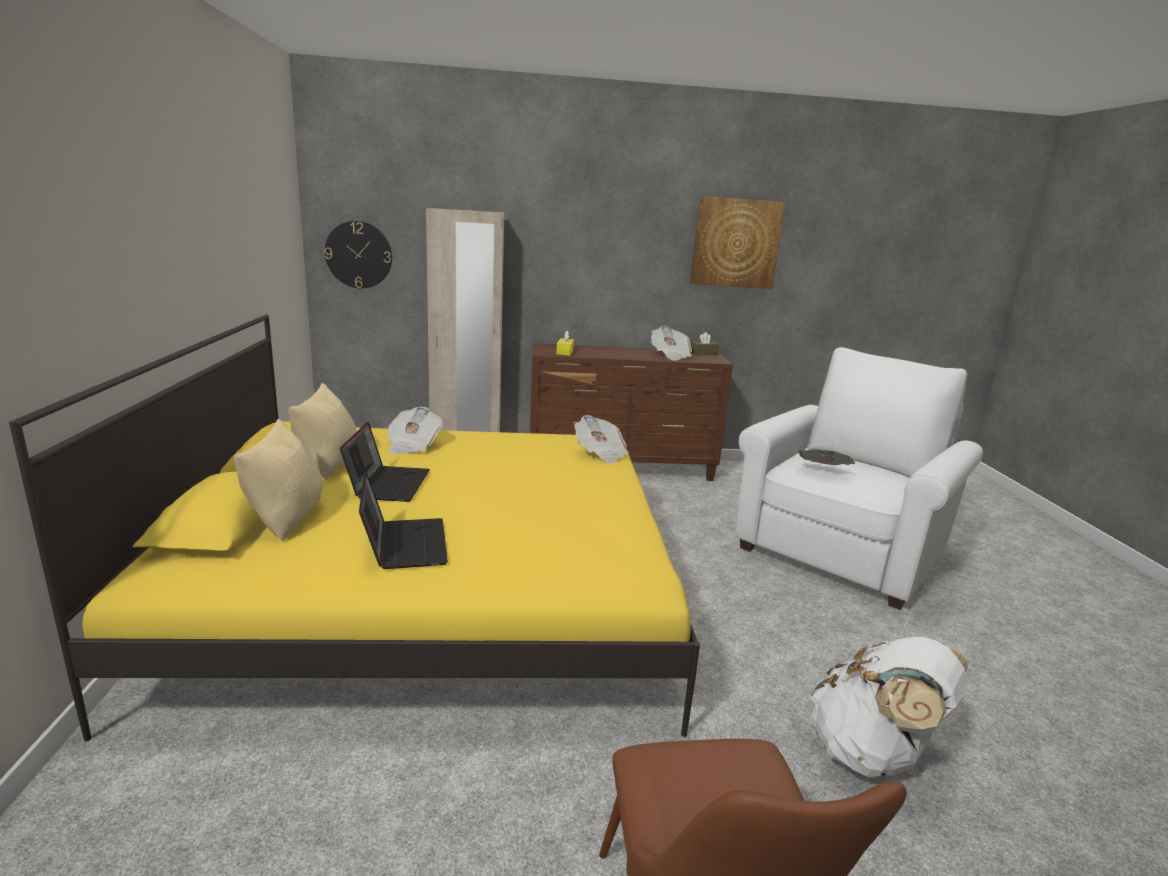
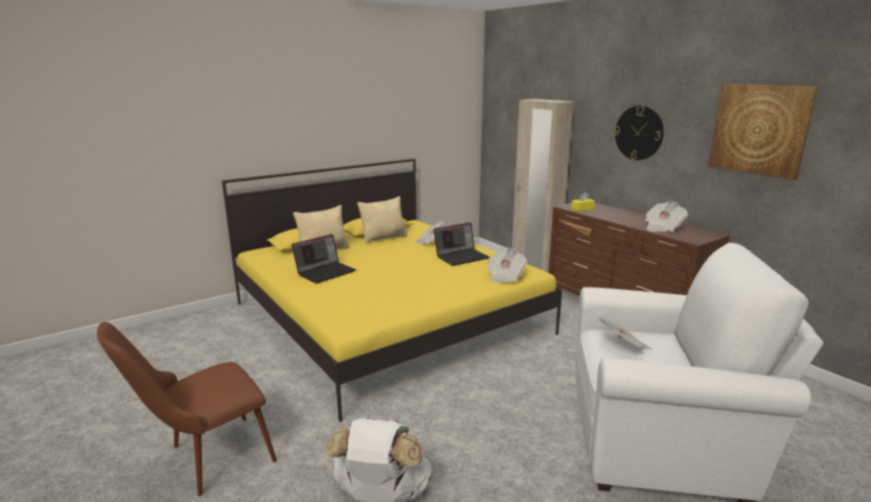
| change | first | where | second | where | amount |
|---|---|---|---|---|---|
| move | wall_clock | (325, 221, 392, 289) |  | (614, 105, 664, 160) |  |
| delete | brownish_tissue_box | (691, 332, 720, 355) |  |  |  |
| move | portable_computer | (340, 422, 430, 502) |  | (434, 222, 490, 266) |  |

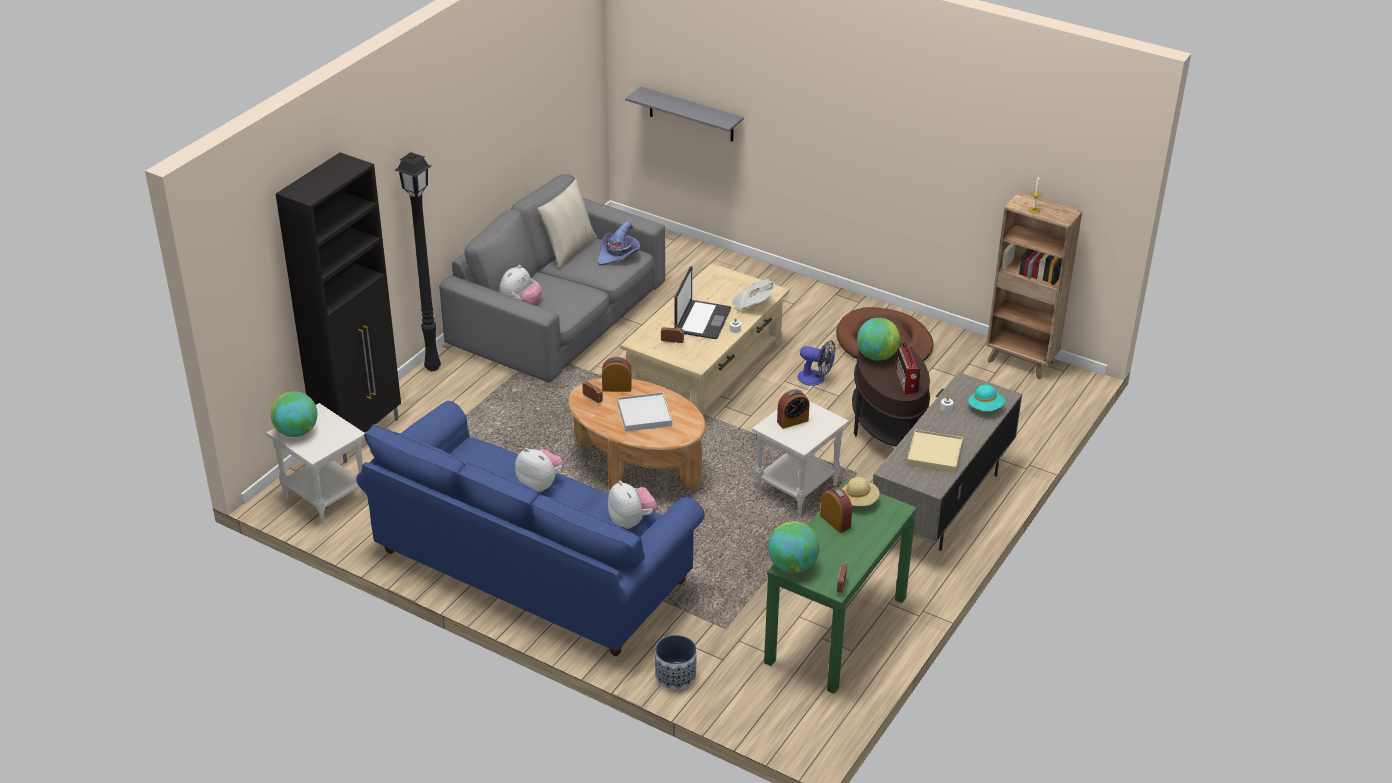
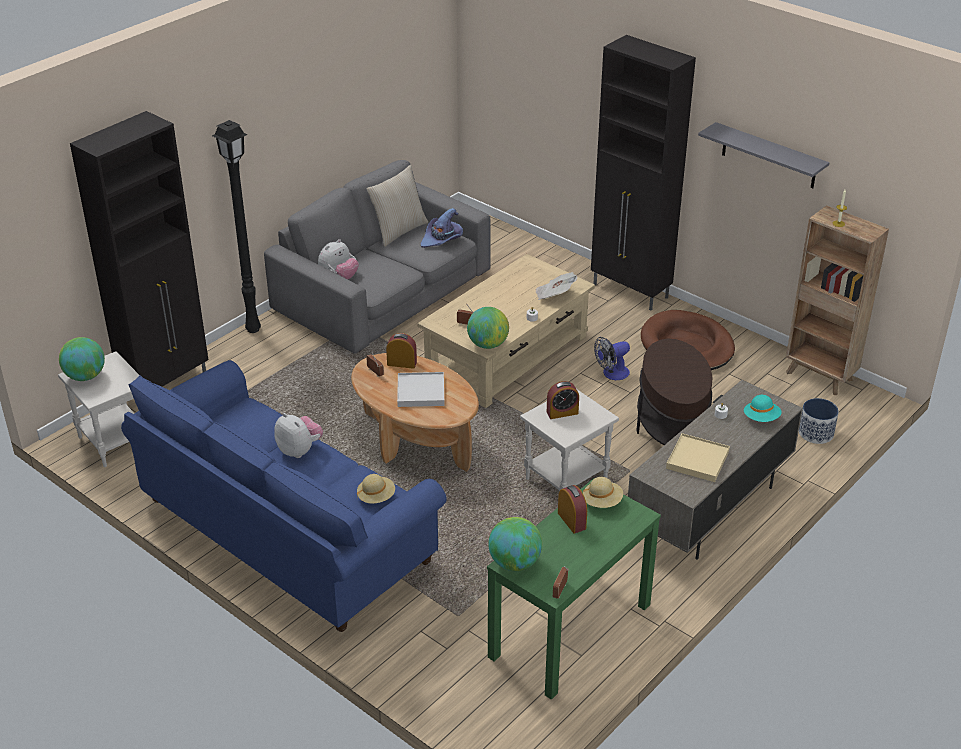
| change | first | where | second | where | amount |
|---|---|---|---|---|---|
| move | gray_bracket_shelf | (625, 87, 744, 142) |  | (698, 122, 830, 188) |  |
| delete | portable_computer | (674, 266, 731, 339) |  |  |  |
| move | world_globe | (857, 318, 900, 361) |  | (467, 307, 509, 349) |  |
| rotate | cooling_fan | (798, 340, 835, 386) |  | (594, 337, 630, 380) | 120 degrees clockwise |
| delete | radio_receiver | (896, 342, 921, 394) |  |  |  |
| replace | plush_toy | (608, 481, 657, 529) | beige-coloured_clothing_hat | (357, 474, 395, 504) |  |
| move | flower_pot | (655, 635, 696, 690) |  | (799, 398, 839, 444) |  |
| insert |  |  | black-coloured_cupboard | (591, 35, 696, 310) |  |

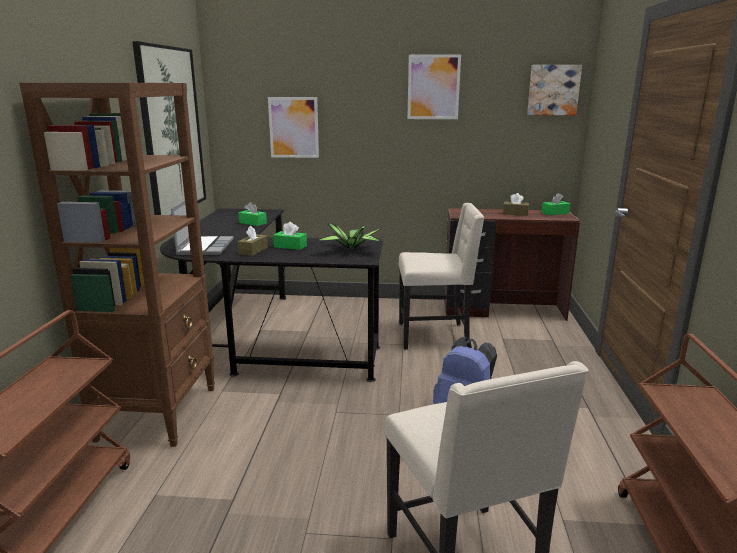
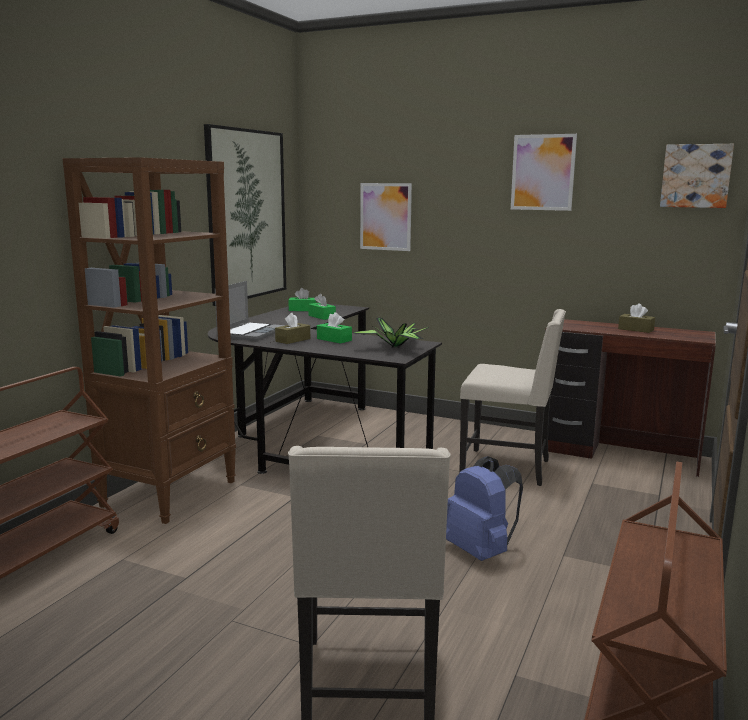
| change | first | where | second | where | amount |
|---|---|---|---|---|---|
| move | greenish_tissue_box | (541, 193, 570, 215) |  | (288, 288, 316, 311) |  |

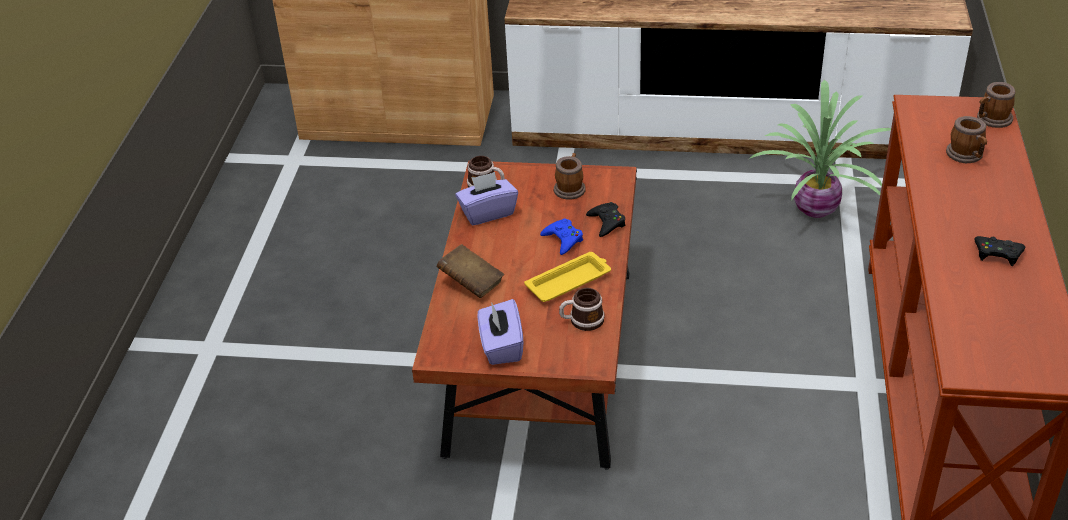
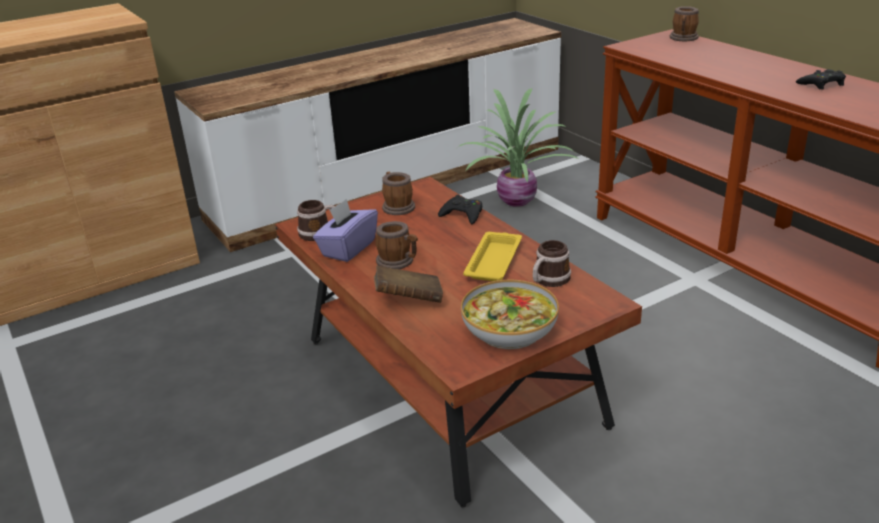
| change | first | where | second | where | amount |
|---|---|---|---|---|---|
| move | coffee_mug | (946, 116, 987, 163) |  | (375, 221, 418, 269) |  |
| delete | blue_gamepad | (540, 218, 583, 255) |  |  |  |
| replace | purple_tissue_box | (477, 299, 523, 365) | deep_dish | (461, 280, 559, 349) |  |

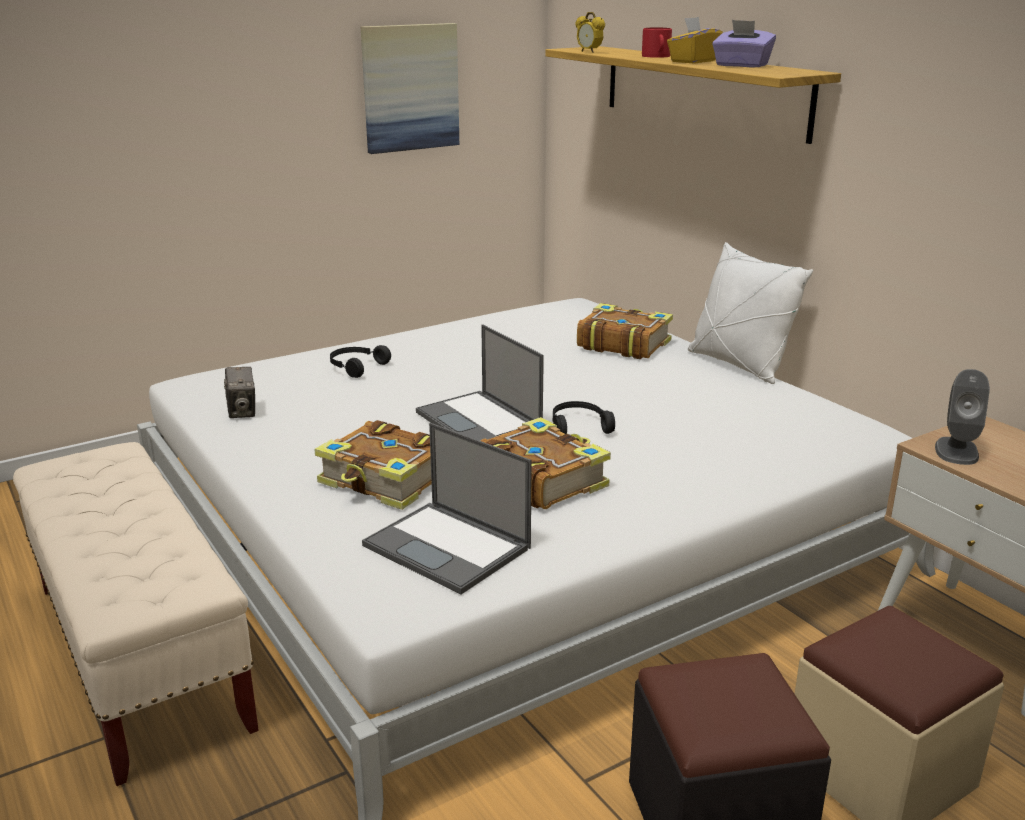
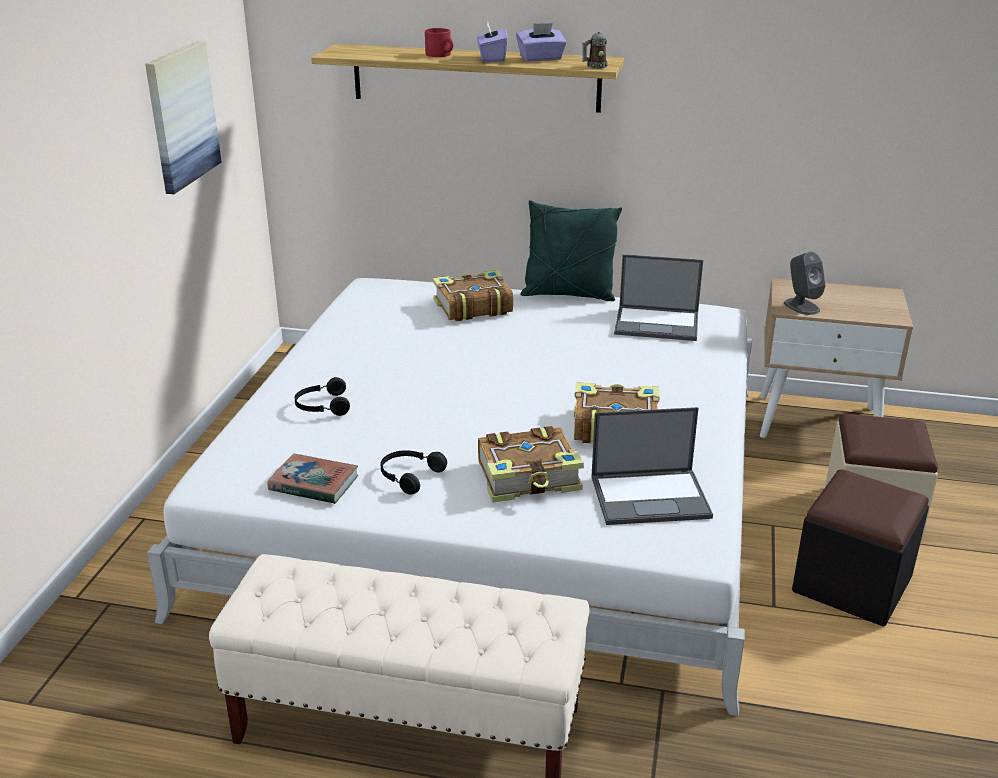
| change | first | where | second | where | amount |
|---|---|---|---|---|---|
| delete | bedside_clock | (575, 12, 605, 53) |  |  |  |
| recolor | yellow_tissue_box | (667, 17, 723, 64) | purple_tissue_box | (477, 21, 508, 62) |  |
| recolor | white-coloured_pillow | (688, 242, 813, 384) | greenish_pillow | (521, 200, 622, 301) |  |
| move | portable_computer | (416, 324, 544, 441) |  | (614, 254, 703, 341) |  |
| replace | photo_camera | (224, 367, 255, 418) | book | (268, 454, 358, 504) |  |
| move | black-coloured_headphones | (553, 401, 615, 434) |  | (381, 450, 447, 494) |  |
| insert |  |  | coffee_mug | (582, 31, 608, 69) |  |

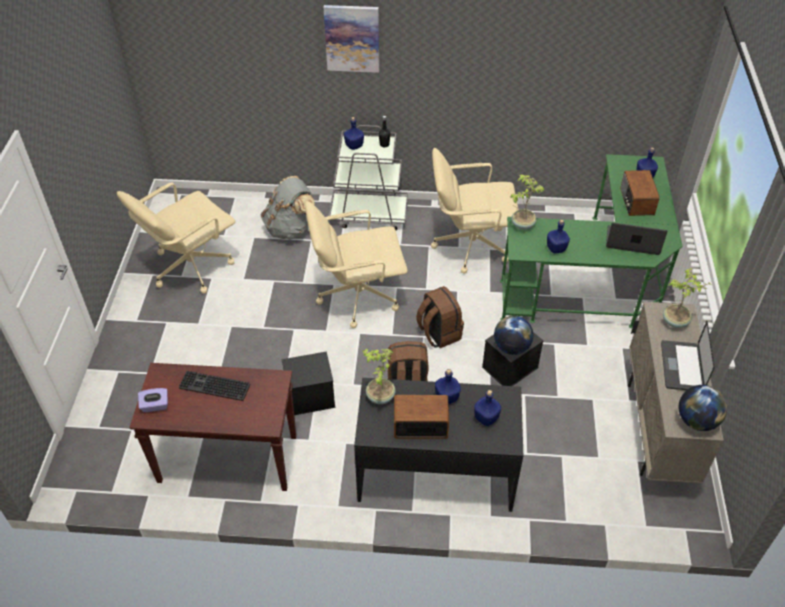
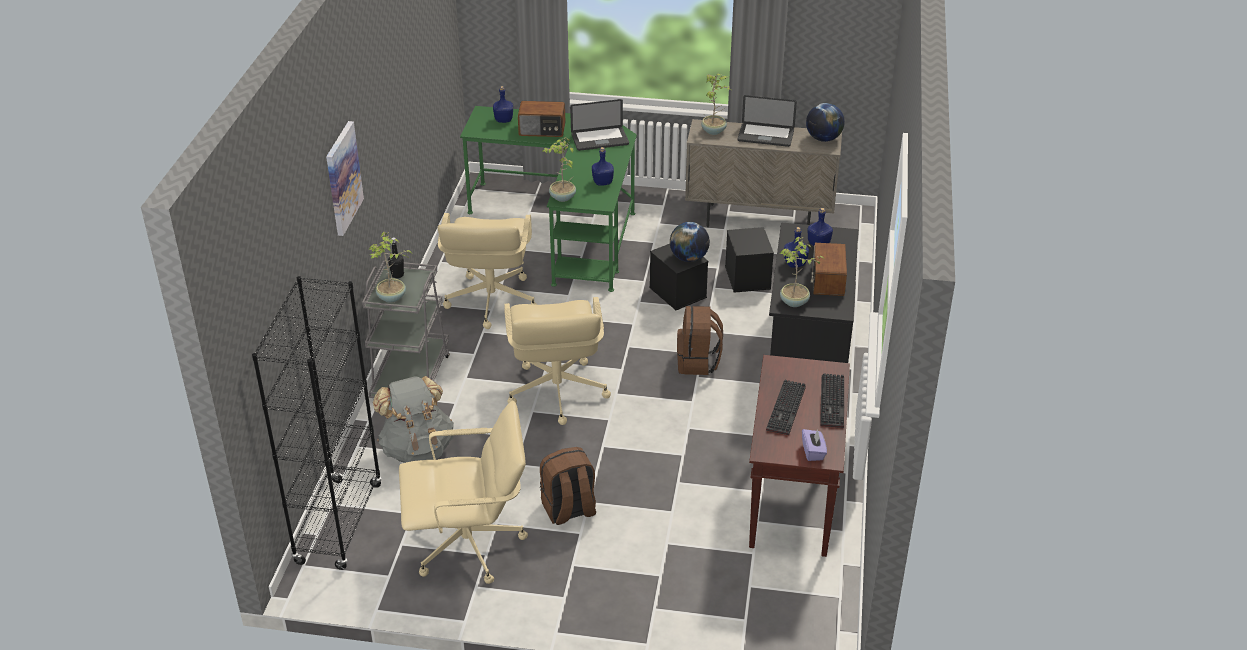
| change | first | where | second | where | amount |
|---|---|---|---|---|---|
| replace | blue_drink_bottle | (344, 117, 364, 150) | houseplant | (369, 232, 411, 303) |  |
| rotate | beige-coloured_computer_chair | (117, 182, 235, 294) |  | (399, 401, 528, 584) | 60 degrees counterclockwise |
| rotate | portable_computer | (606, 223, 667, 255) |  | (570, 99, 629, 151) | 120 degrees counterclockwise |
| move | brownish_knapsack | (416, 286, 464, 348) |  | (540, 447, 596, 525) |  |
| move | black-coloured_storage_bin | (282, 351, 336, 415) |  | (725, 227, 774, 293) |  |
| insert |  |  | black-coloured_bookcase | (252, 276, 382, 570) |  |
| insert |  |  | keyboard | (820, 373, 844, 428) |  |

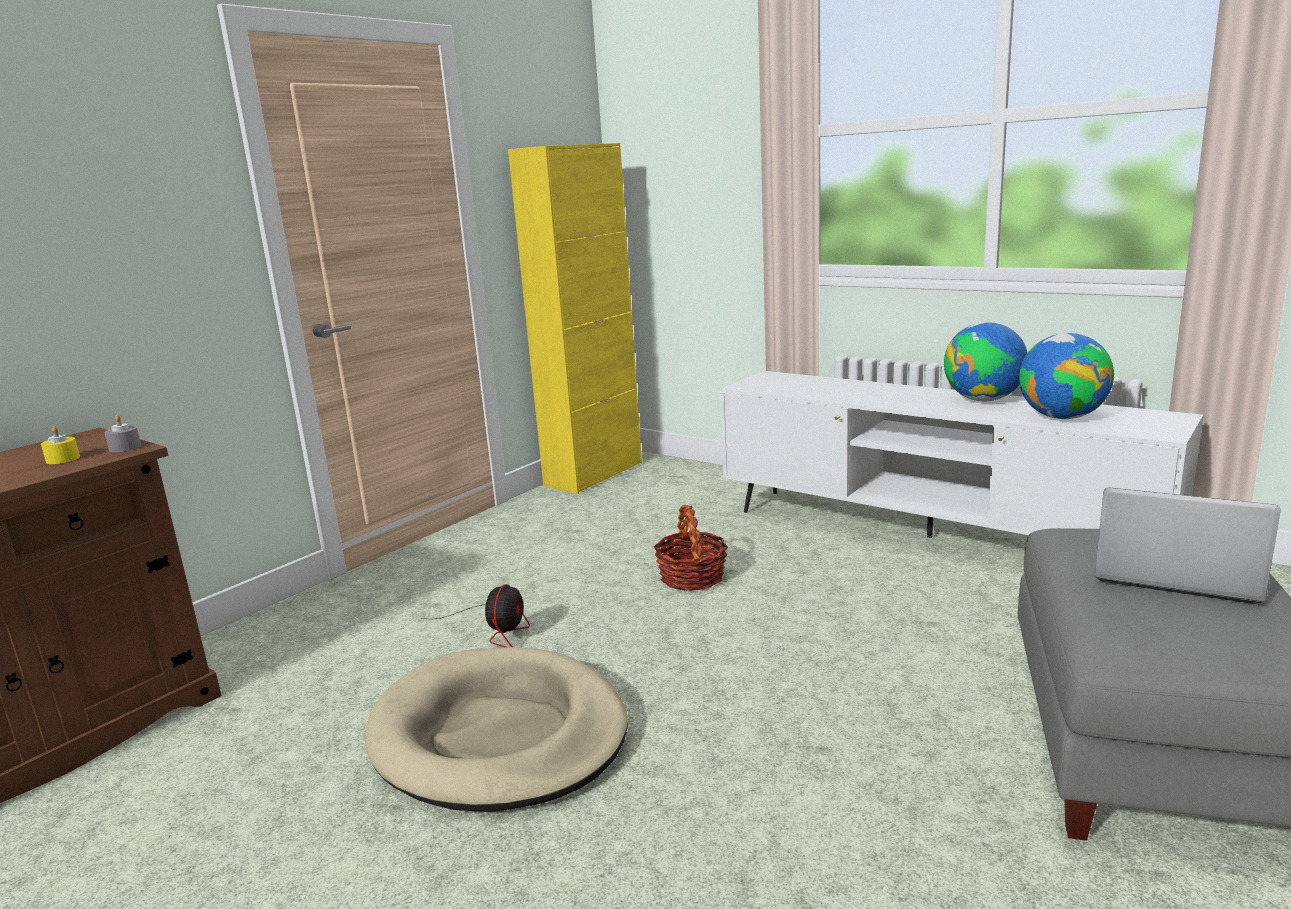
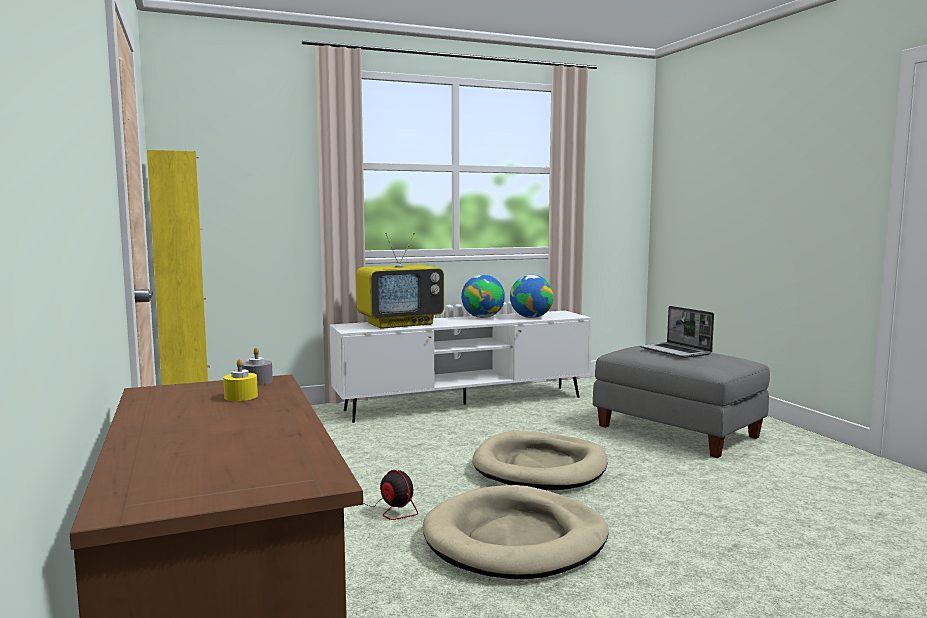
| change | first | where | second | where | amount |
|---|---|---|---|---|---|
| rotate | portable_computer | (1095, 488, 1281, 604) |  | (640, 306, 714, 358) | 90 degrees counterclockwise |
| delete | basket | (654, 505, 728, 591) |  |  |  |
| insert |  |  | television | (356, 232, 444, 329) |  |
| insert |  |  | beige-coloured_dog_bed | (472, 431, 607, 490) |  |

